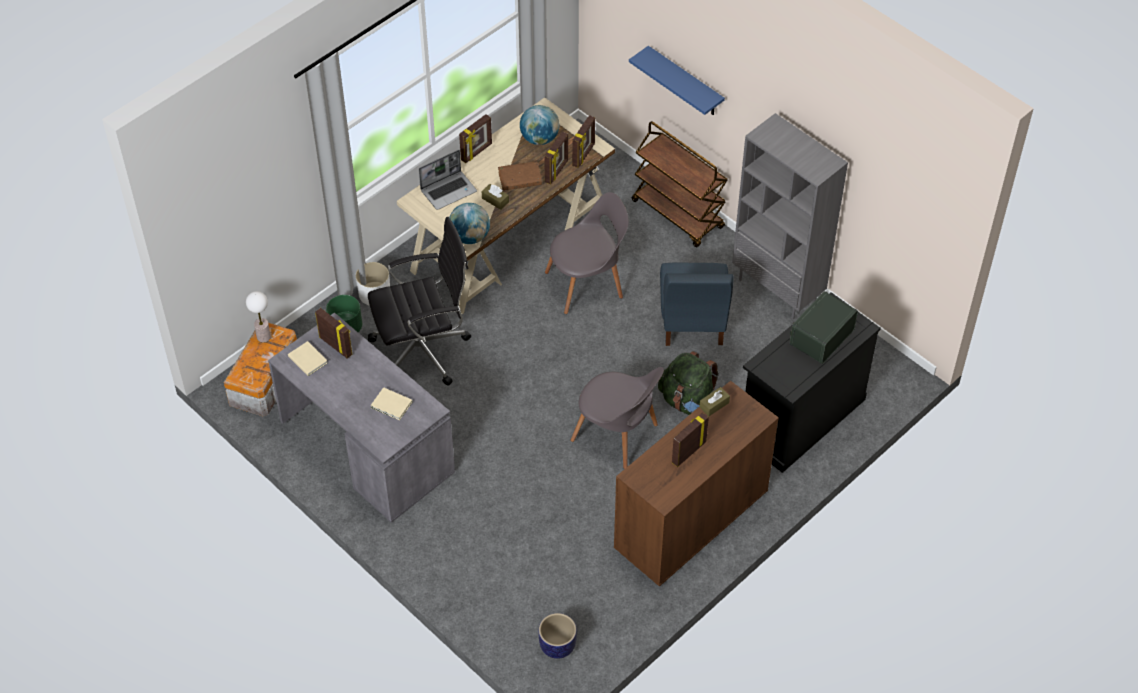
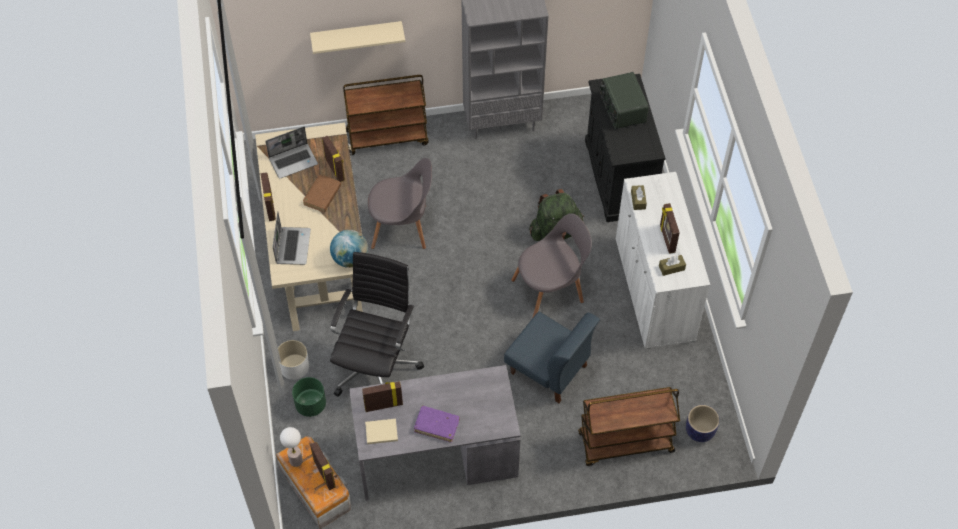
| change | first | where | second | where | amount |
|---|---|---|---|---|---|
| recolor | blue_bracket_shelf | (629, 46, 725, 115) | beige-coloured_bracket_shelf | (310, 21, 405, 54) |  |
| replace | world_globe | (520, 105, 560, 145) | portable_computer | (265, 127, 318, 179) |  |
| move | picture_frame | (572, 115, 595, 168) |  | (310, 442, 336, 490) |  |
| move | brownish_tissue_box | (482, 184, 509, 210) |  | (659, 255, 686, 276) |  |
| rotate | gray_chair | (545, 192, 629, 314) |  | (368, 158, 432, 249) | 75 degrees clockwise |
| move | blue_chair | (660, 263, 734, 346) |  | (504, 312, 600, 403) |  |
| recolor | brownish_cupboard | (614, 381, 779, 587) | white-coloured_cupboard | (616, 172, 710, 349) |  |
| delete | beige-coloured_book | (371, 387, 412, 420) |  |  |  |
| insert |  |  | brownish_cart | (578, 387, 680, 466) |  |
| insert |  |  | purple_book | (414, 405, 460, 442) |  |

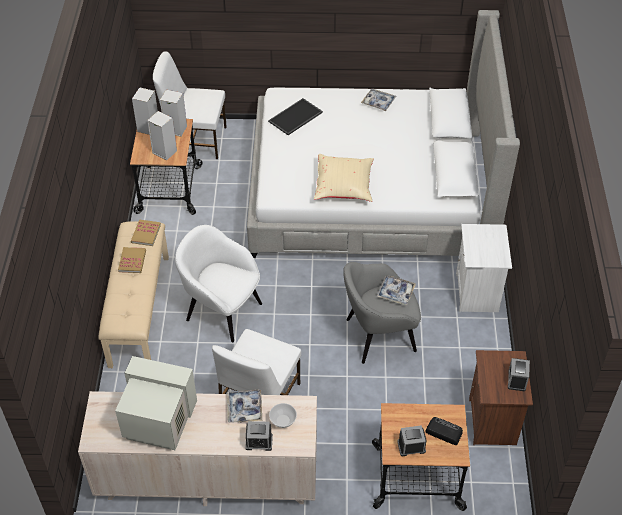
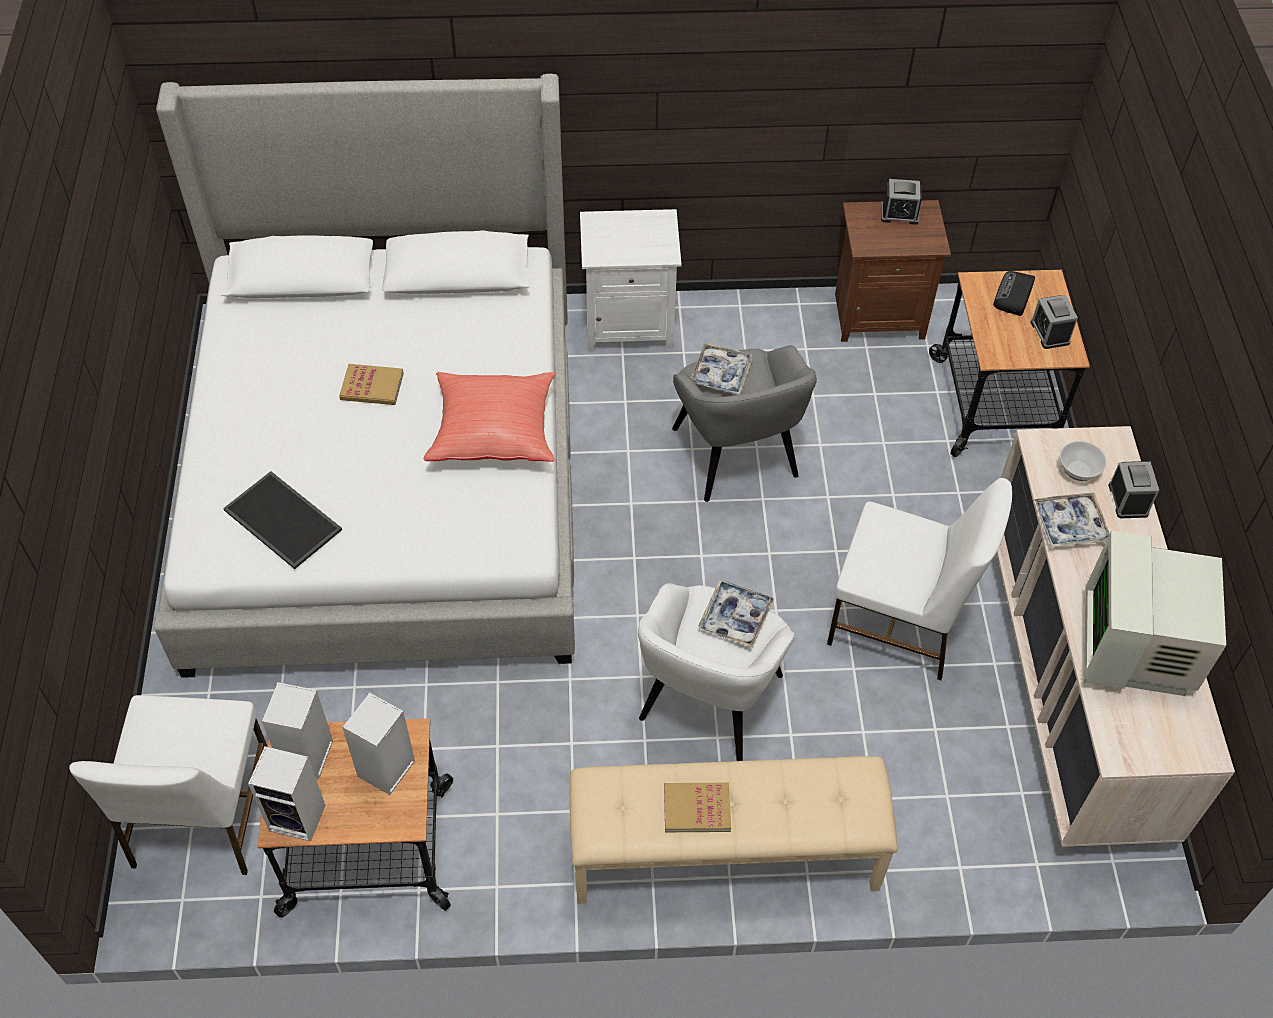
| change | first | where | second | where | amount |
|---|---|---|---|---|---|
| move | serving_tray | (361, 89, 396, 111) |  | (699, 579, 774, 648) |  |
| recolor | beige-coloured_pillow | (314, 154, 374, 202) | reddish_pillow | (424, 372, 556, 462) |  |
| move | book | (131, 220, 161, 246) |  | (339, 364, 404, 405) |  |

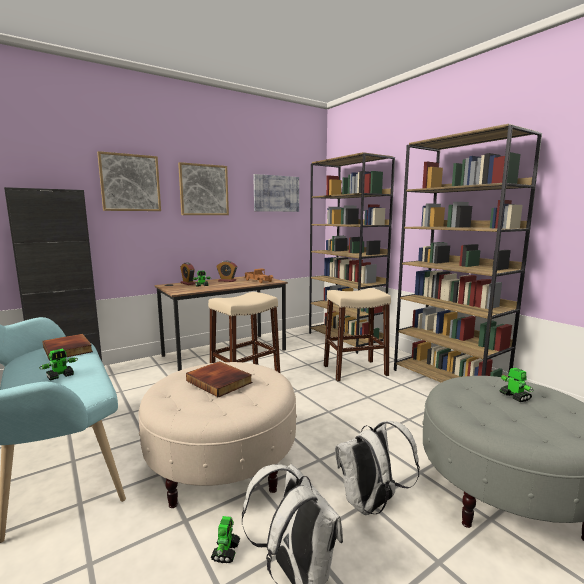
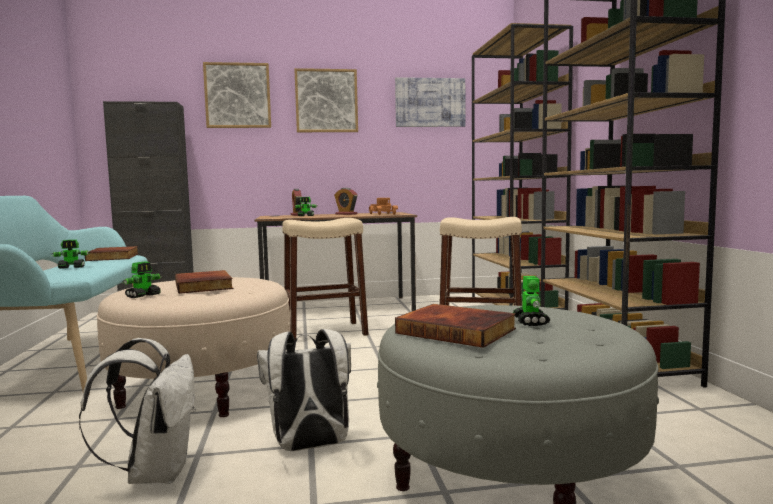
| change | first | where | second | where | amount |
|---|---|---|---|---|---|
| move | robot_figure | (211, 516, 240, 563) |  | (122, 262, 162, 298) |  |
| insert |  |  | book | (395, 304, 516, 348) |  |

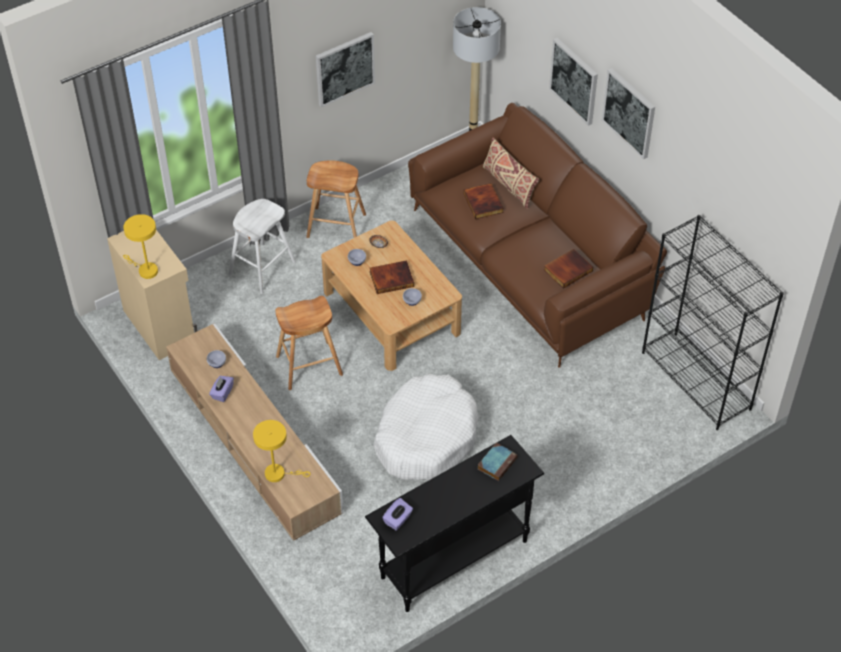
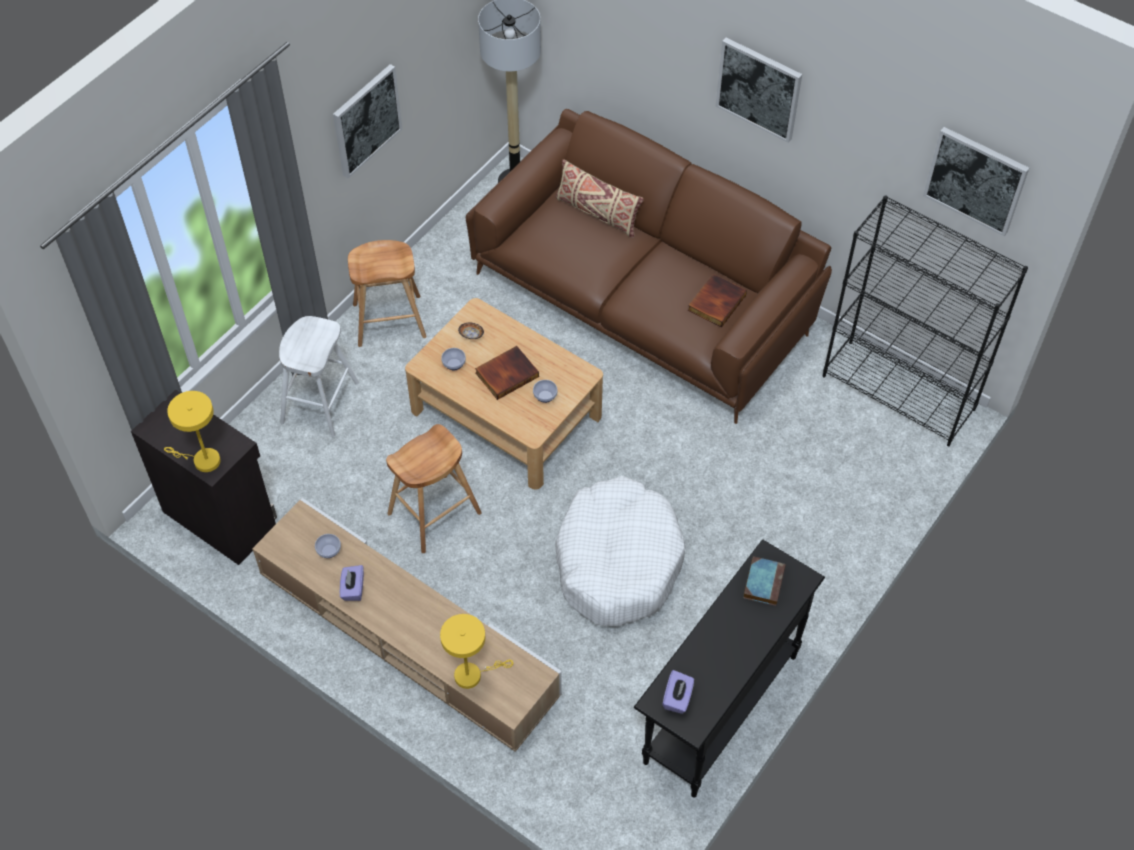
| change | first | where | second | where | amount |
|---|---|---|---|---|---|
| move | wall_art | (549, 38, 598, 126) |  | (923, 127, 1029, 236) |  |
| delete | book | (463, 183, 504, 219) |  |  |  |
| recolor | beige-coloured_cupboard | (107, 230, 198, 360) | black-coloured_cupboard | (131, 390, 277, 565) |  |

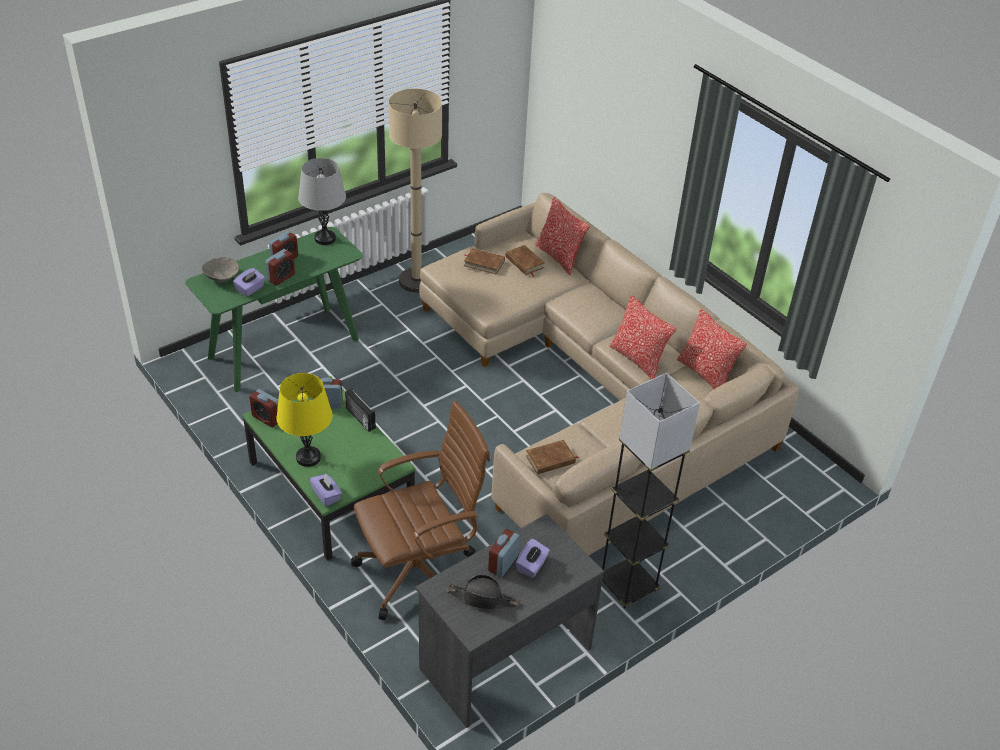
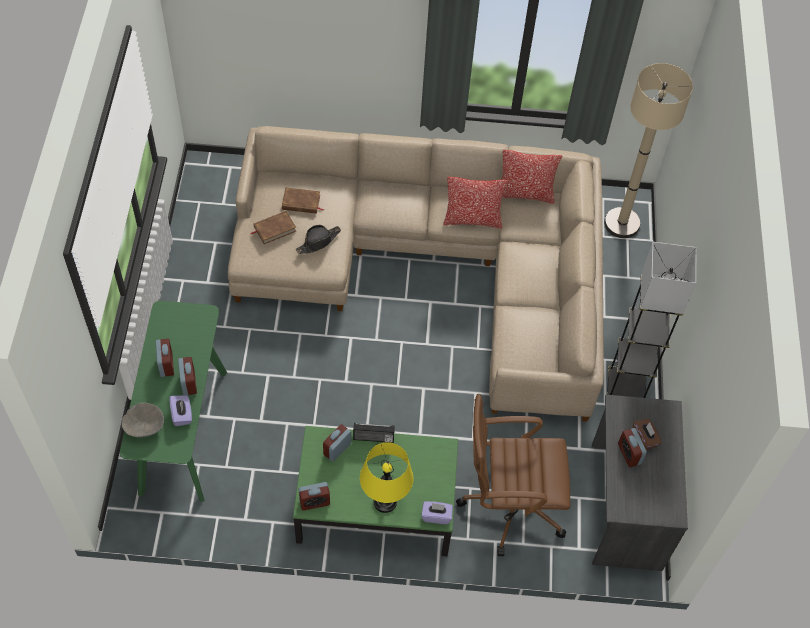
| change | first | where | second | where | amount |
|---|---|---|---|---|---|
| move | beige-coloured_floor_lamp | (389, 89, 442, 293) |  | (604, 63, 693, 238) |  |
| delete | gray_lamp_for_a_table | (298, 158, 346, 245) |  |  |  |
| delete | pillow | (535, 198, 590, 275) |  |  |  |
| rotate | brownish_computer_chair | (351, 401, 490, 620) |  | (456, 394, 570, 556) | 105 degrees counterclockwise |
| delete | brownish_book | (526, 440, 579, 474) |  |  |  |
| recolor | purple_tissue_box | (516, 538, 550, 578) | brownish_tissue_box | (633, 419, 662, 450) |  |
| move | black-coloured_clothing_hat | (447, 575, 519, 609) |  | (296, 225, 341, 254) |  |

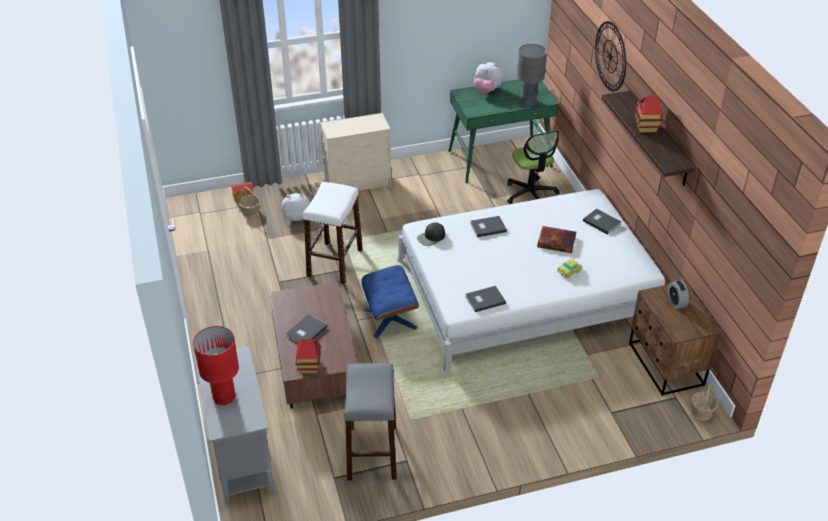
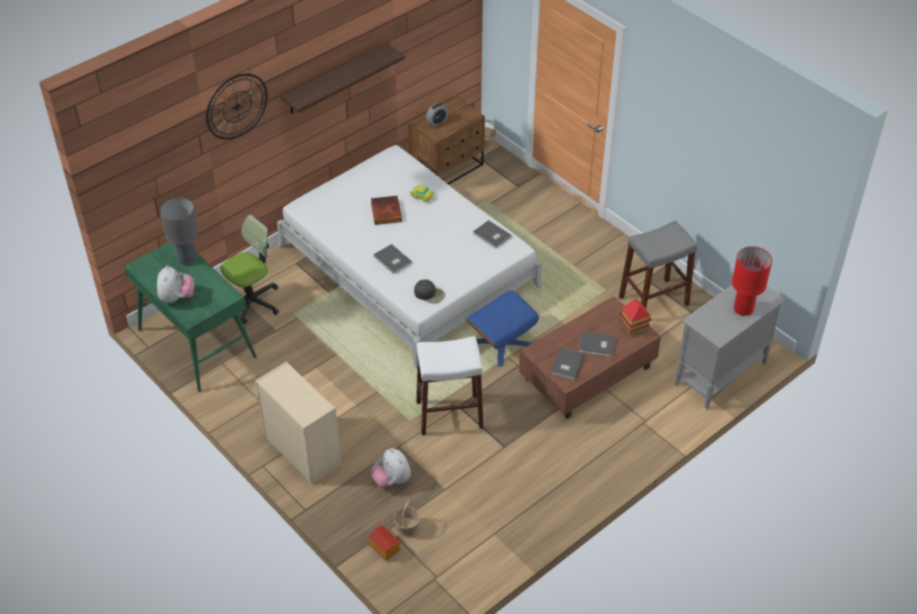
| change | first | where | second | where | amount |
|---|---|---|---|---|---|
| delete | model_house | (635, 95, 663, 133) |  |  |  |
| move | gray_book | (583, 209, 621, 235) |  | (551, 348, 584, 380) |  |

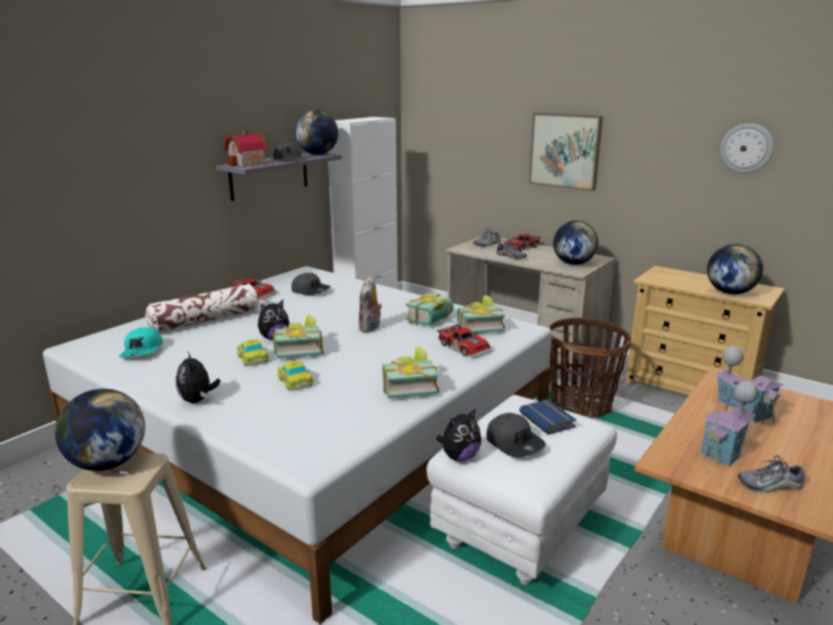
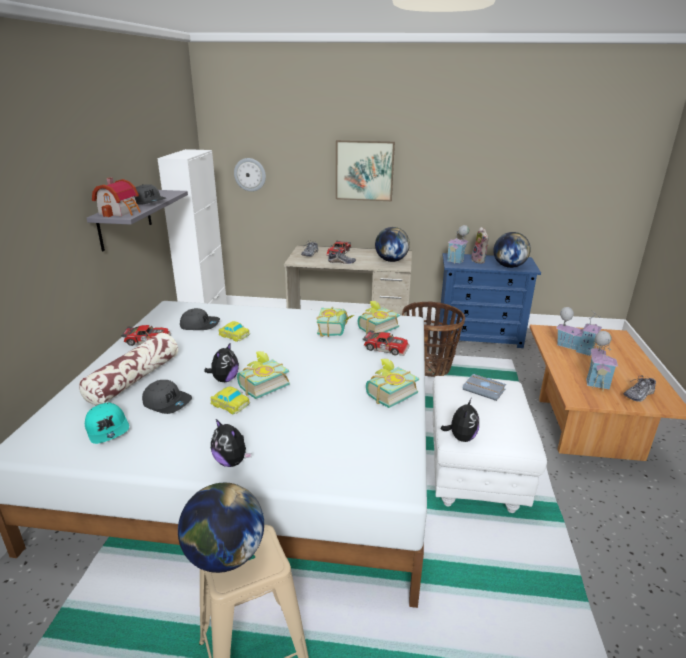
| change | first | where | second | where | amount |
|---|---|---|---|---|---|
| delete | world_globe | (295, 110, 338, 155) |  |  |  |
| move | wall_clock | (720, 123, 774, 174) |  | (234, 158, 266, 192) |  |
| recolor | beige-coloured_chest_of_drawers | (625, 266, 785, 395) | blue_chest_of_drawers | (439, 253, 541, 348) |  |
| move | plush_toy | (359, 277, 382, 333) |  | (471, 227, 489, 264) |  |
| move | model_car | (277, 361, 314, 390) |  | (218, 321, 250, 342) |  |
| recolor | blue_book | (519, 399, 576, 435) | gray_book | (463, 374, 506, 401) |  |
| move | gray_peaked_cap | (486, 413, 546, 458) |  | (142, 380, 192, 414) |  |
| insert |  |  | model_house | (447, 225, 469, 264) |  |

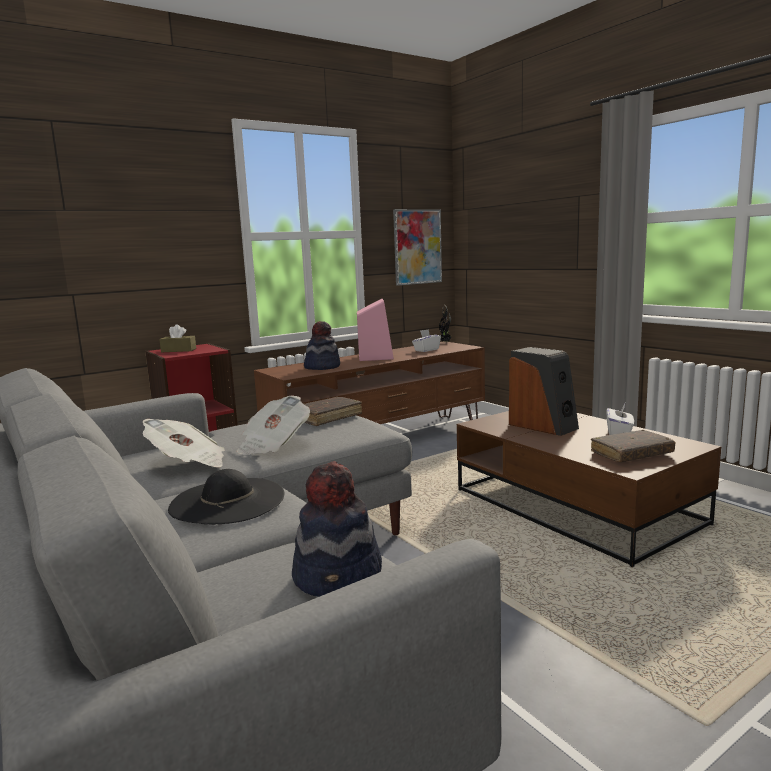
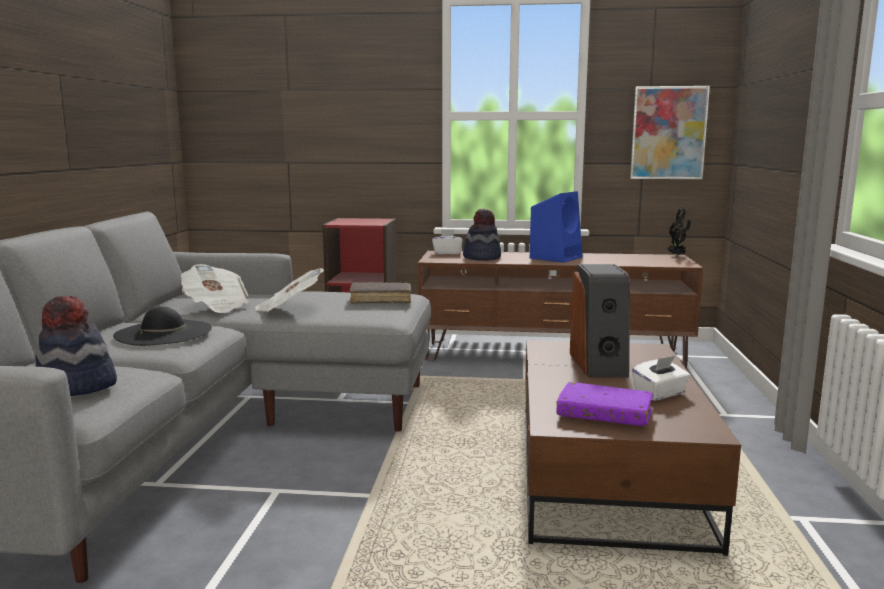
| change | first | where | second | where | amount |
|---|---|---|---|---|---|
| recolor | pink-coloured_speaker | (357, 299, 394, 361) | blue_speaker | (530, 191, 583, 263) |  |
| delete | brownish_tissue_box | (159, 324, 196, 352) |  |  |  |
| move | white-coloured_tissue_box | (412, 329, 441, 352) |  | (432, 229, 463, 254) |  |
| recolor | brownish_book | (591, 430, 676, 462) | purple_book | (556, 382, 653, 426) |  |

